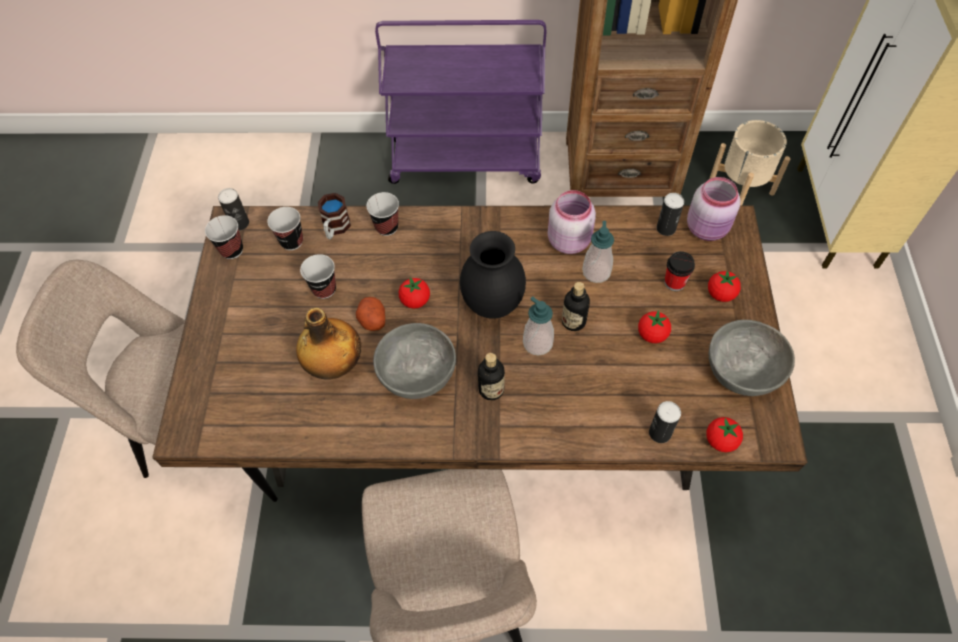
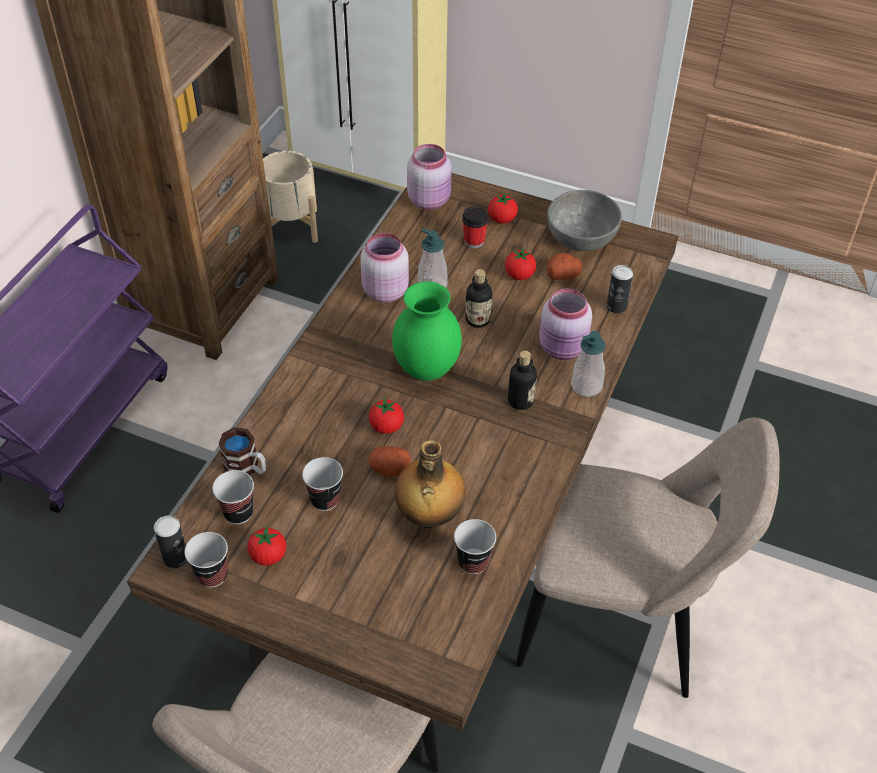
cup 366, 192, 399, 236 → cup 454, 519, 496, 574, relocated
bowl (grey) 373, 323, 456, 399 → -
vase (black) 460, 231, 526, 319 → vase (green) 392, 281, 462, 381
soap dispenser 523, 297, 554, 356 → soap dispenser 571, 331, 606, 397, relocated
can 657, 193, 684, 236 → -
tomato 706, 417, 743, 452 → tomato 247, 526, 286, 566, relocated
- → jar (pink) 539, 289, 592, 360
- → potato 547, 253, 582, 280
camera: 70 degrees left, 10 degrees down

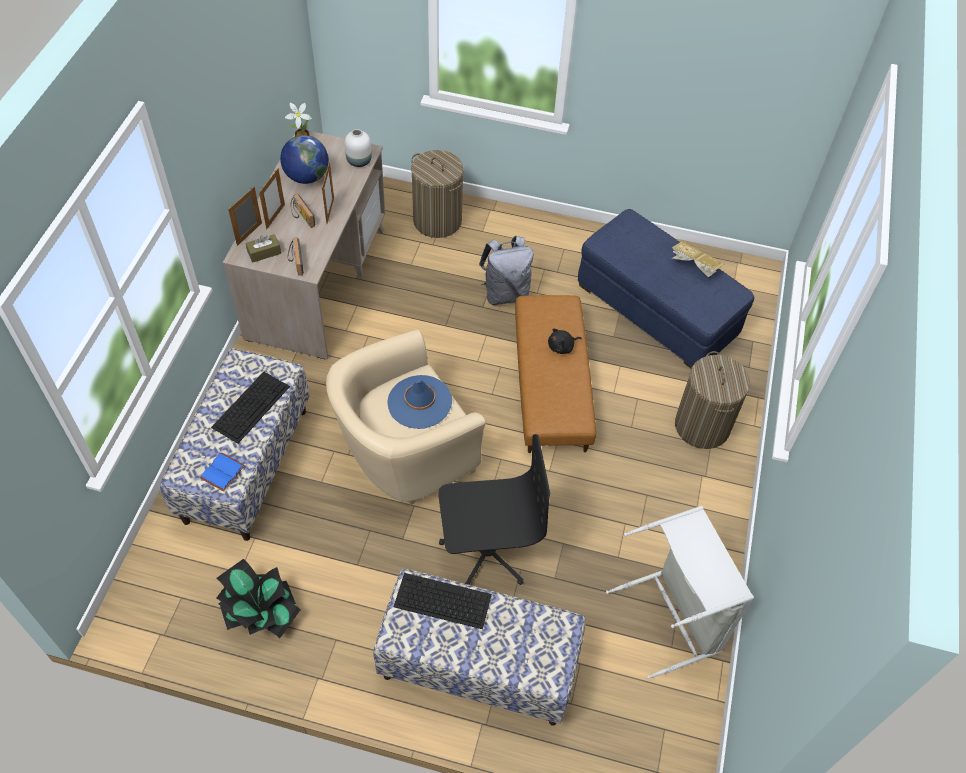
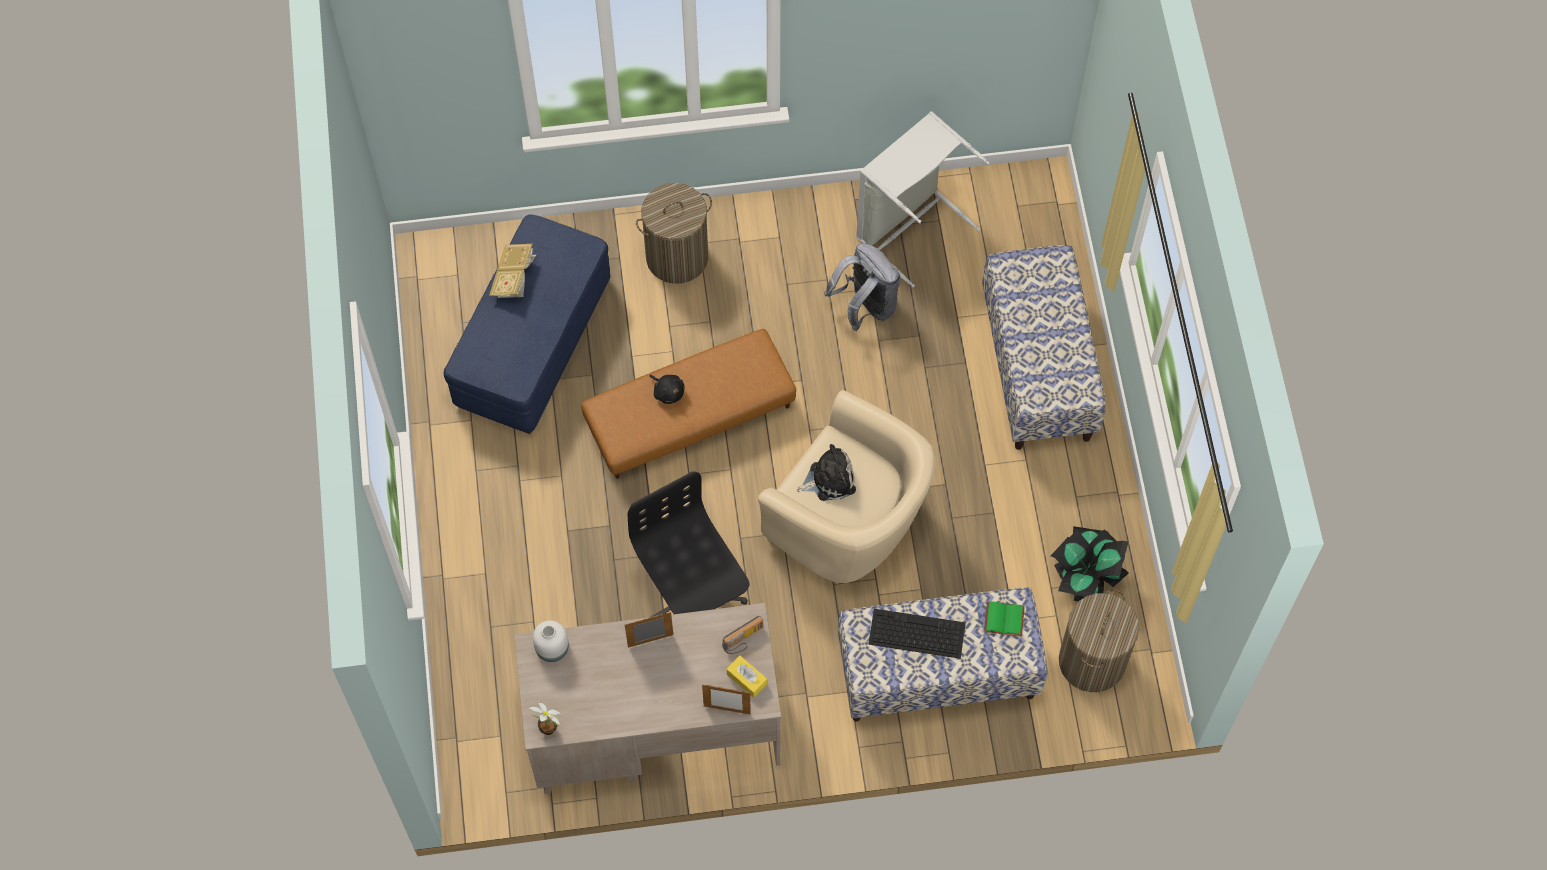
book (blue) 200, 453, 245, 491 → book (green) 984, 601, 1025, 637
tissue box (brown) 246, 234, 281, 263 → tissue box (yellow) 727, 655, 767, 698
picture frame 259, 168, 285, 229 → -
globe 280, 135, 329, 184 → -
radio 291, 194, 315, 228 → -
hat (blue) 387, 375, 452, 429 → plush toy 797, 444, 856, 501
keyboard 394, 573, 492, 629 → -
laundry basket 411, 150, 463, 238 → laundry basket 1059, 589, 1139, 692, relocated
office chair (black) 438, 434, 550, 585 → office chair (black) 628, 471, 750, 617, relocated
backpack (grey) 479, 236, 533, 305 → backpack (grey) 824, 243, 900, 331, relocated
camera: 110 degrees left, 10 degrees up

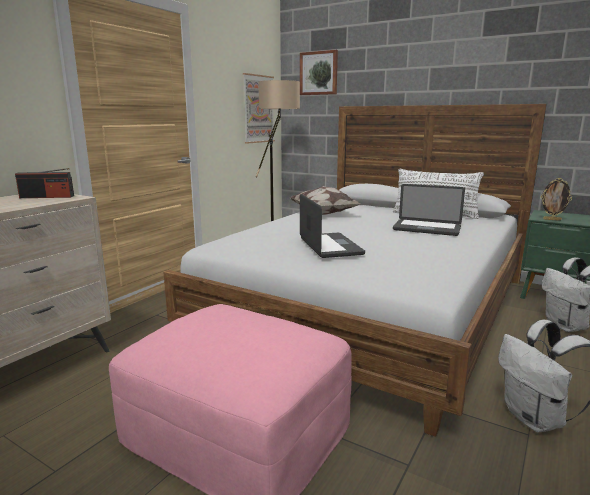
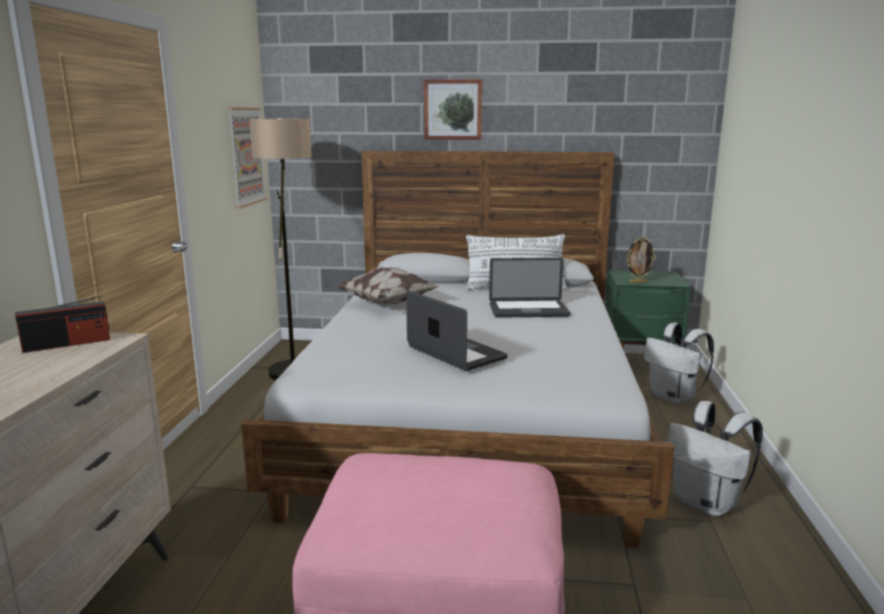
picture 300, 50, 338, 95 → picture 424, 79, 482, 140, relocated
camera: 25 degrees left, 0 degrees up

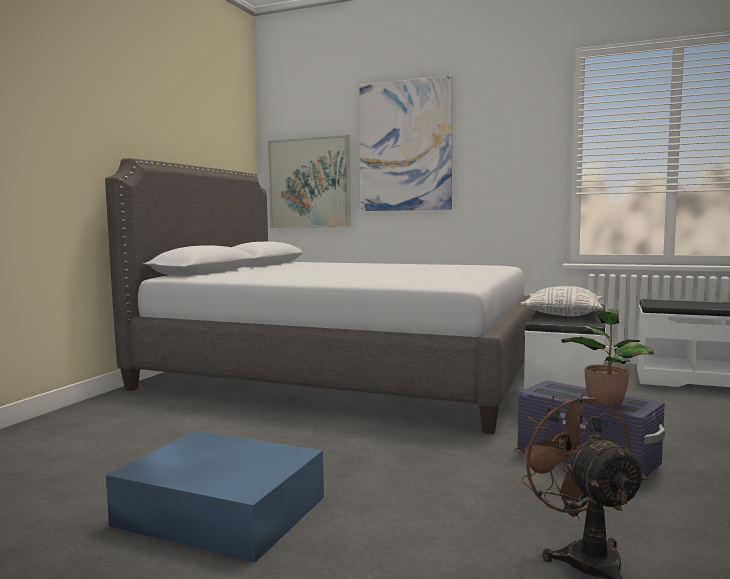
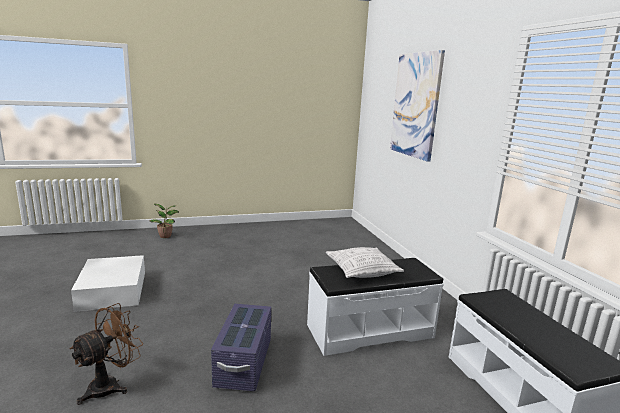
bed (grey) 105, 158, 536, 434 → -
storage box (blue) 106, 431, 324, 563 → storage box (white) 71, 255, 145, 312
picture 268, 135, 351, 228 → -
potted plant 561, 309, 654, 407 → potted plant 150, 204, 179, 238, relocated
camera: 50 degrees right, 10 degrees up

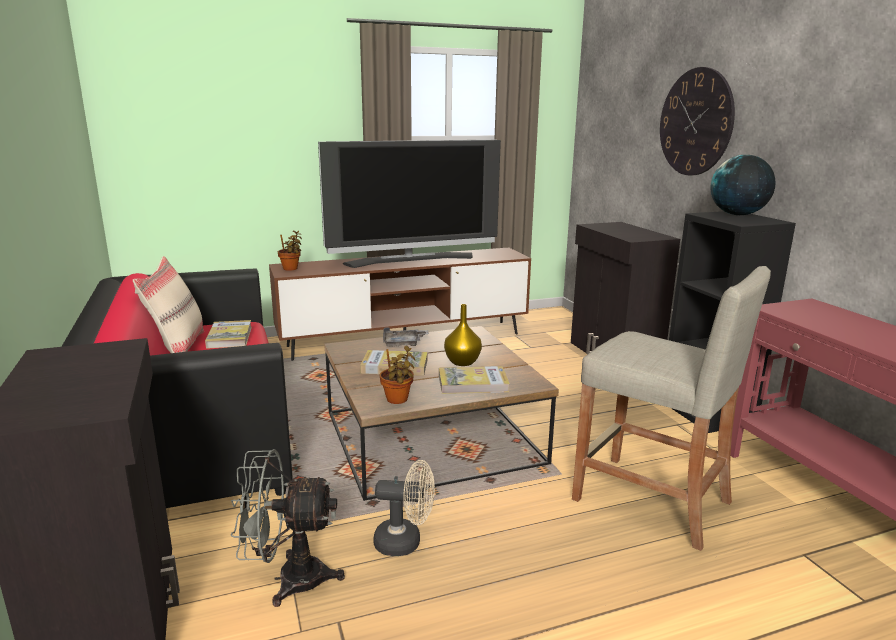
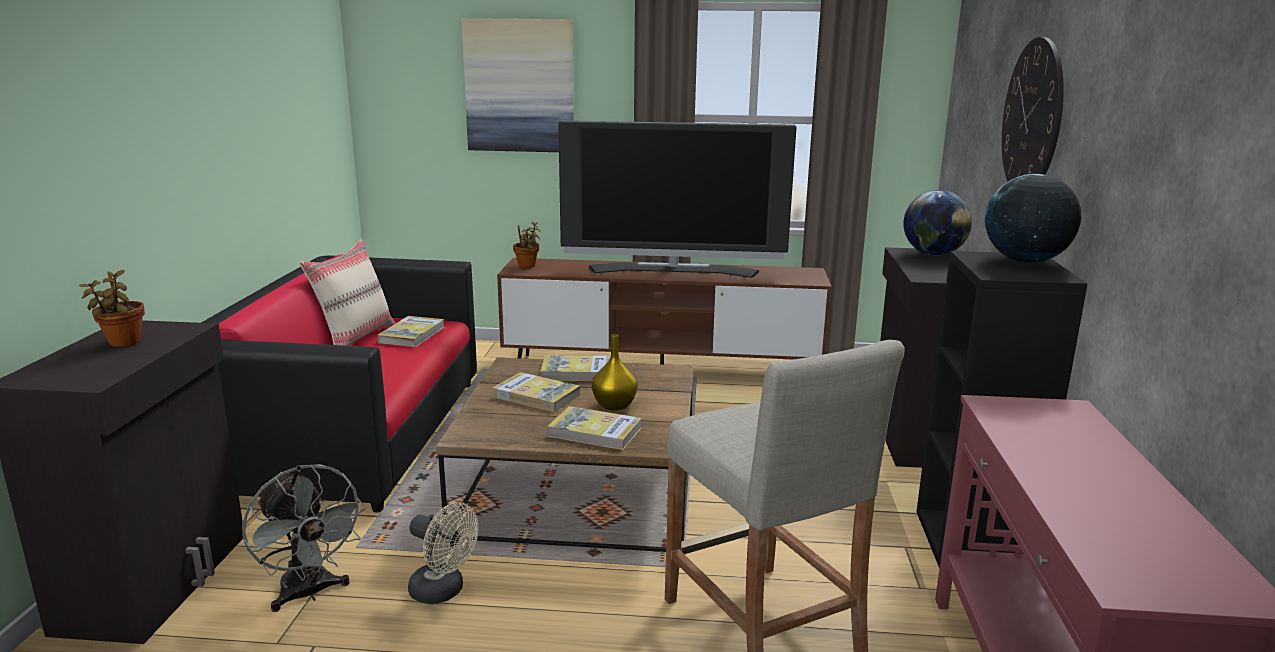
fan (grey) 231, 449, 345, 607 → fan (grey) 242, 464, 366, 612, 150 degrees counterclockwise
potted plant 380, 346, 415, 404 → potted plant 79, 270, 145, 347, relocated
tray (grey) 383, 327, 429, 347 → book 540, 355, 611, 381
- → picture 461, 18, 574, 152
- → globe 903, 190, 972, 255
camera: 25 degrees right, 0 degrees up

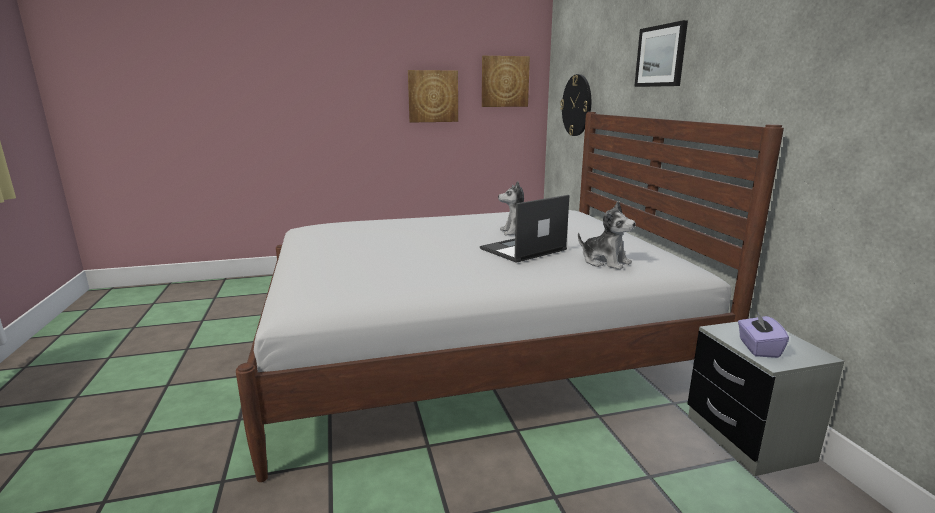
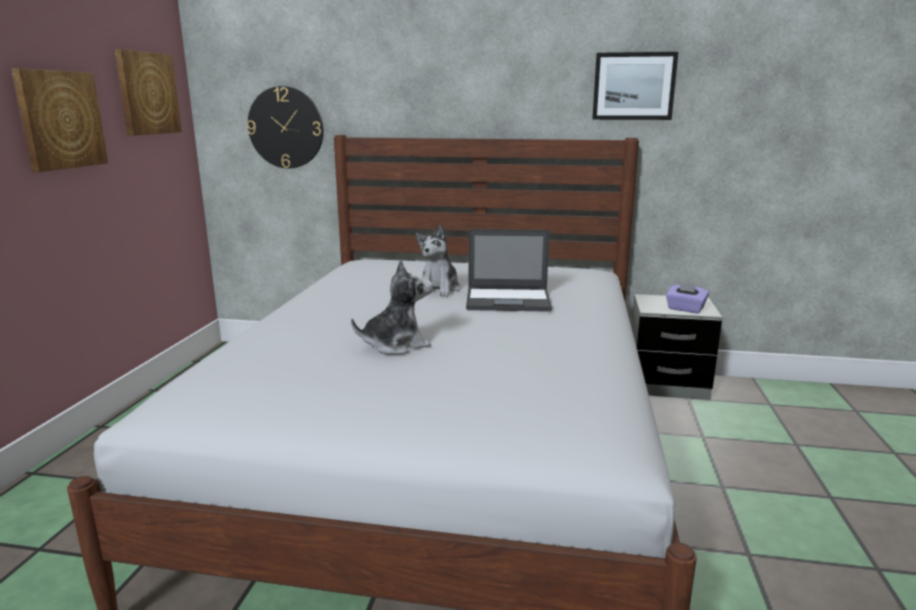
laptop 480, 195, 570, 263 → laptop 466, 229, 552, 312, 75 degrees counterclockwise
plush toy 578, 201, 636, 270 → plush toy 351, 260, 433, 355, relocated
picture 634, 20, 688, 87 → picture 592, 52, 678, 120, relocated
camera: 65 degrees left, 0 degrees up

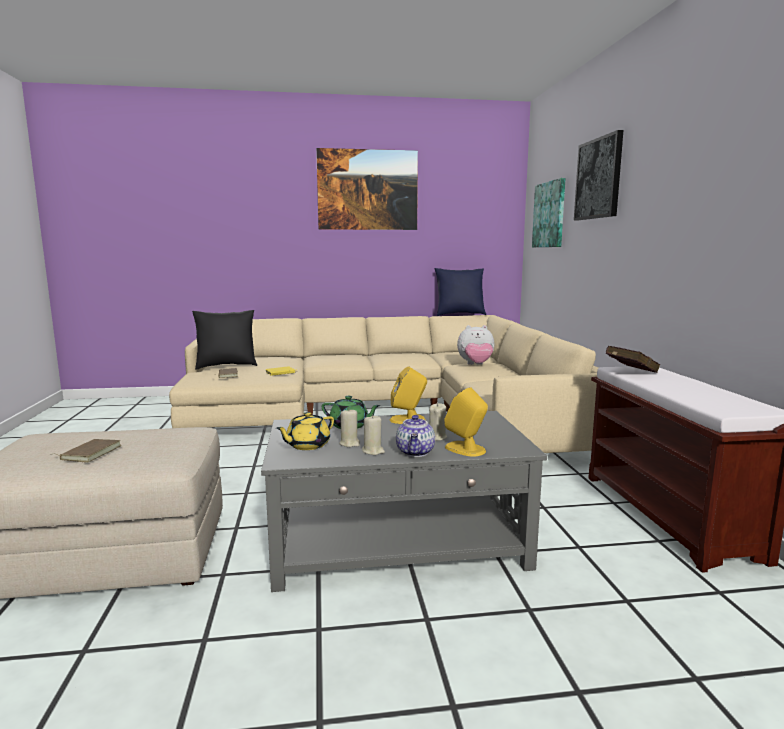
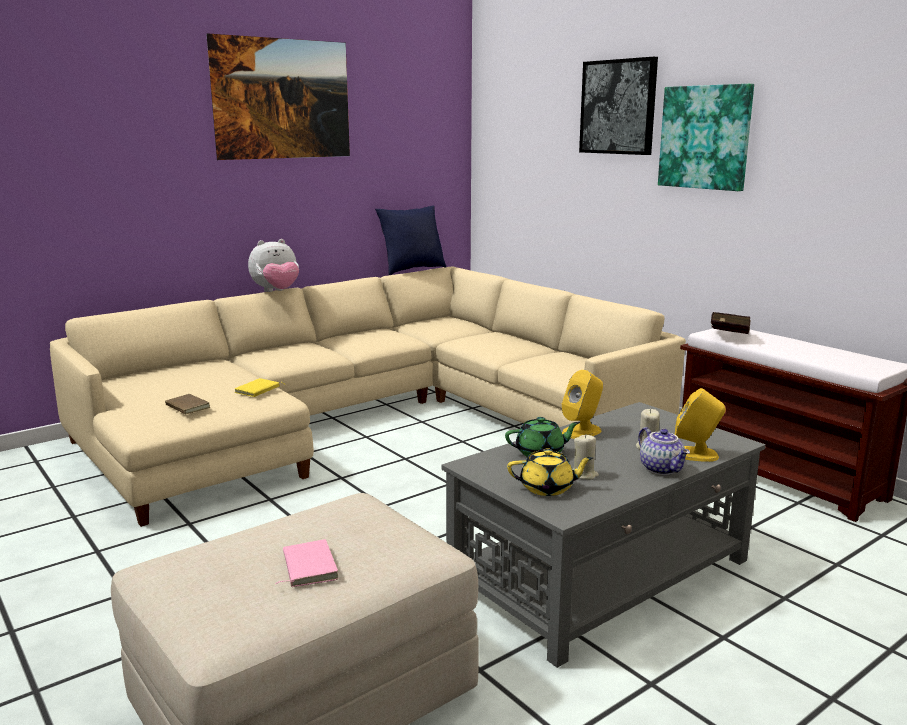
book (brown) 51, 439, 121, 463 → book (pink) 275, 539, 338, 587
pillow (black) 192, 310, 257, 370 → -
teapot (yellow) 276, 412, 334, 450 → teapot (yellow) 507, 448, 593, 496, 105 degrees counterclockwise
candle (beige) 362, 414, 385, 455 → -
plush toy 457, 325, 494, 365 → plush toy 248, 239, 299, 292, relocated
picture 532, 178, 565, 247 → picture 658, 84, 754, 191, relocated
camera: 30 degrees left, 5 degrees up

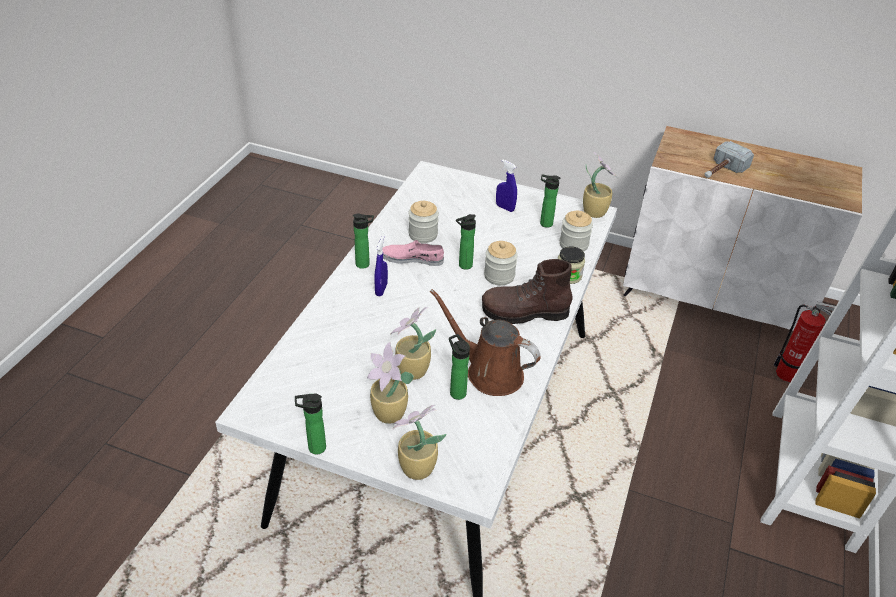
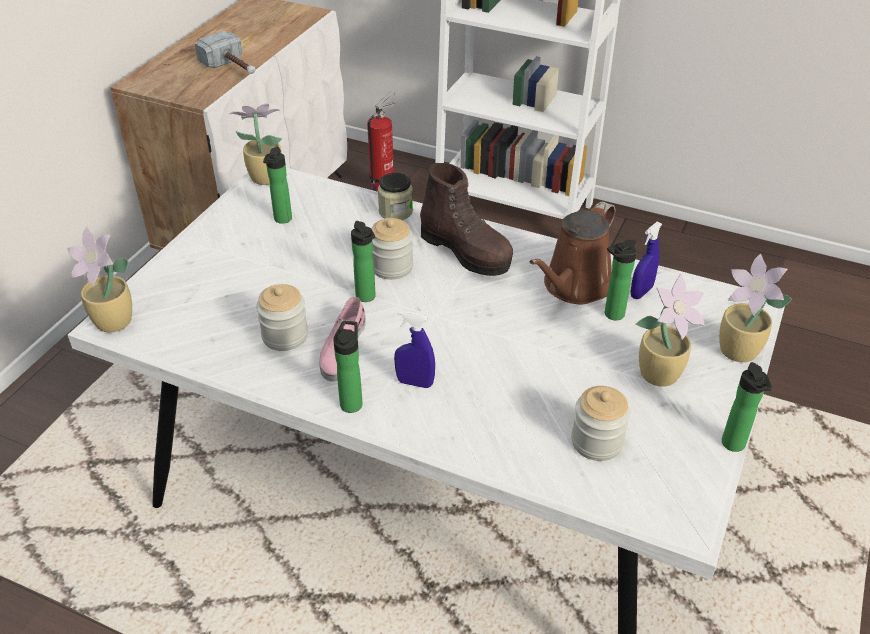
potted plant 391, 307, 436, 380 → potted plant 67, 227, 132, 332, relocated
boot (brown) 482, 259, 572, 324 → boot (brown) 420, 163, 513, 276, 45 degrees counterclockwise
spray bottle (blue) 496, 159, 517, 212 → spray bottle (blue) 630, 222, 662, 299, relocated
jar 560, 211, 593, 252 → jar 571, 386, 630, 461, relocated
camera: 85 degrees left, 0 degrees up

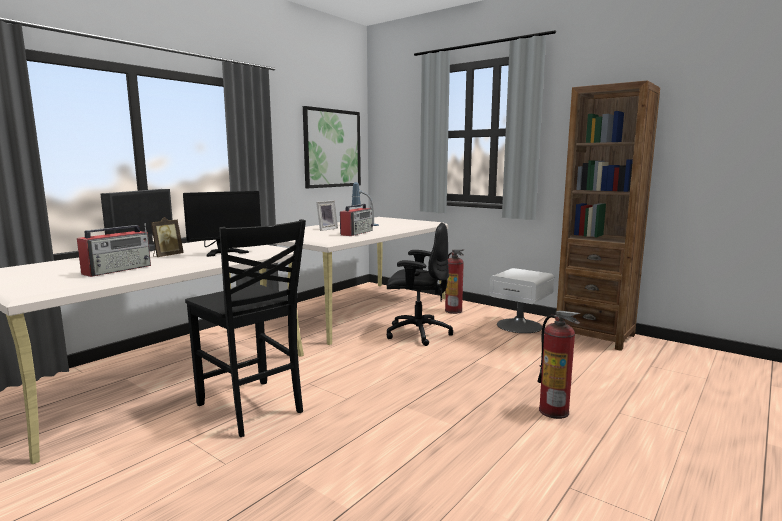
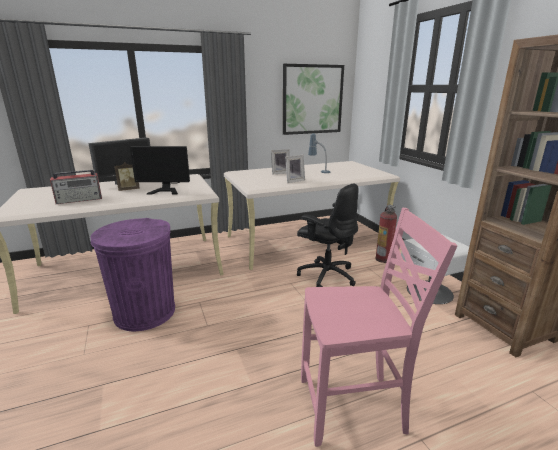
chair (black) 185, 219, 306, 437 → trash can (purple) 91, 218, 175, 331
radio 340, 203, 373, 236 → picture frame 285, 155, 305, 183
fire extinguisher 537, 310, 580, 419 → chair (pink) 301, 208, 457, 447
camera: 30 degrees right, 10 degrees up

